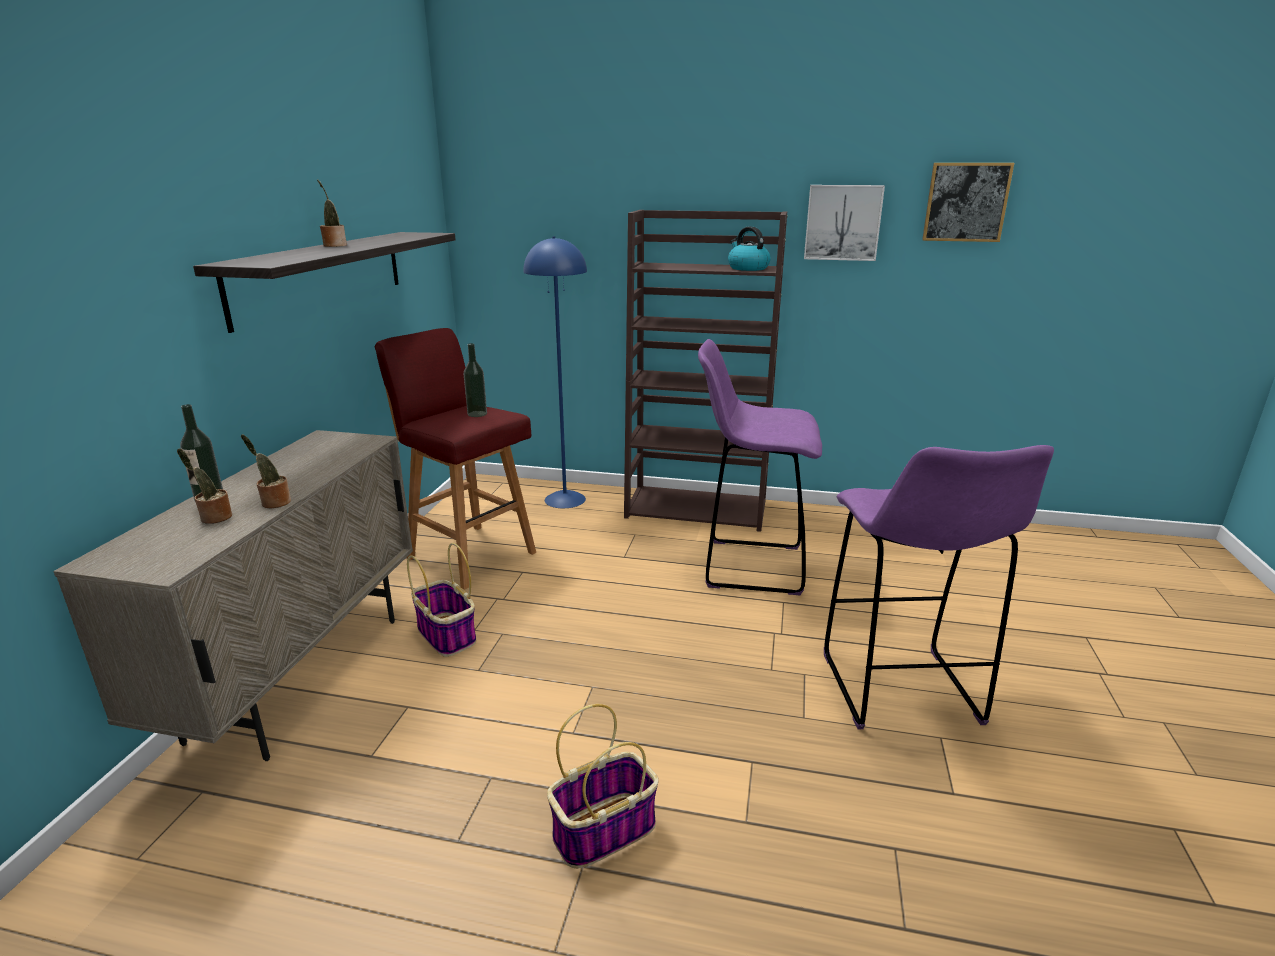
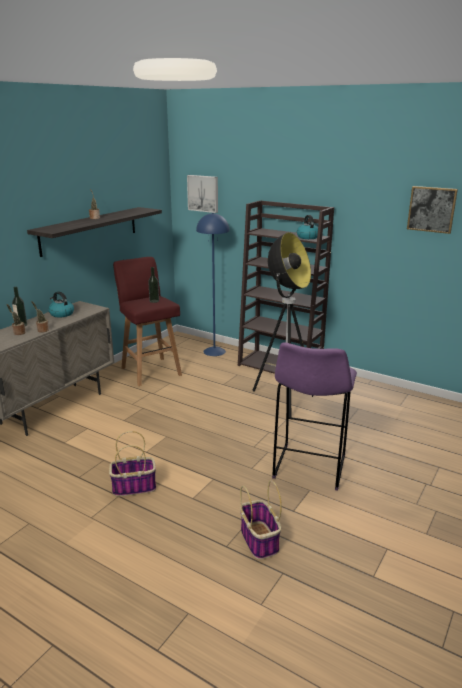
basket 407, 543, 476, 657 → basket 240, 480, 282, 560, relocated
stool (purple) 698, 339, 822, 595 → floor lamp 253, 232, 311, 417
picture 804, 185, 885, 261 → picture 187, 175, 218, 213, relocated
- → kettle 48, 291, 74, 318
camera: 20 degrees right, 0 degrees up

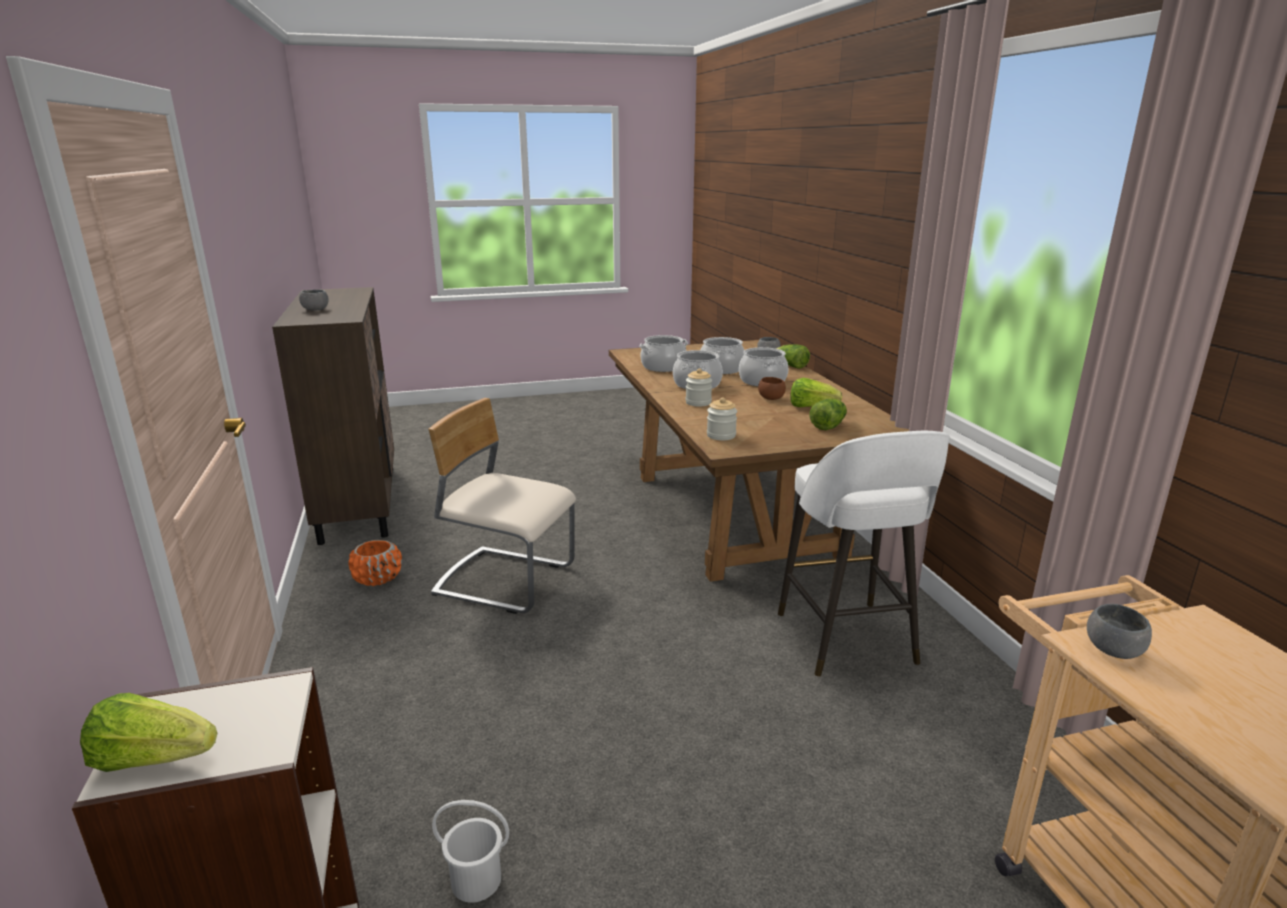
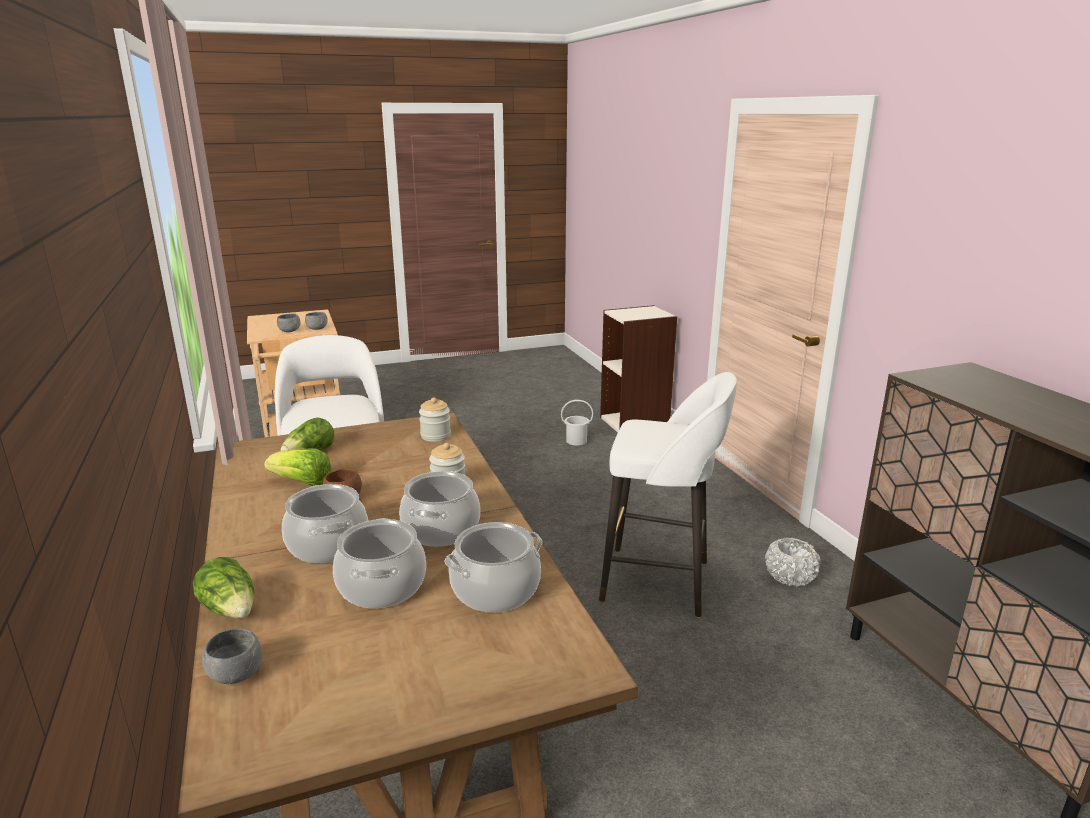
lettuce 80, 693, 217, 772 → -
bowl (grey) 299, 290, 329, 311 → bowl (grey) 277, 314, 301, 332, relocated
planter (orange) 348, 540, 402, 586 → planter (white) 764, 538, 821, 587
chair (beige) 429, 398, 576, 614 → stool (white) 599, 372, 737, 617
camera: 175 degrees right, 0 degrees up

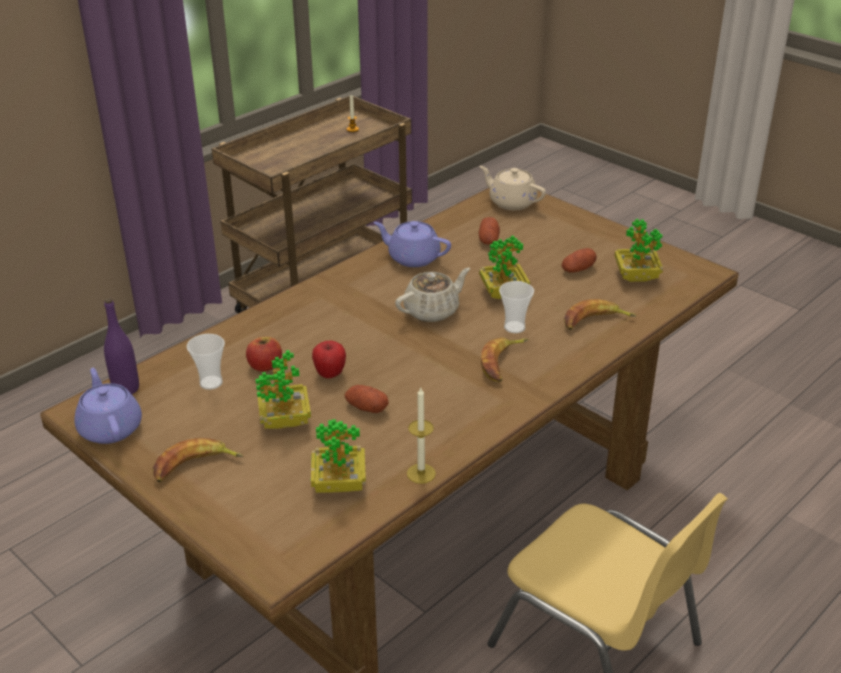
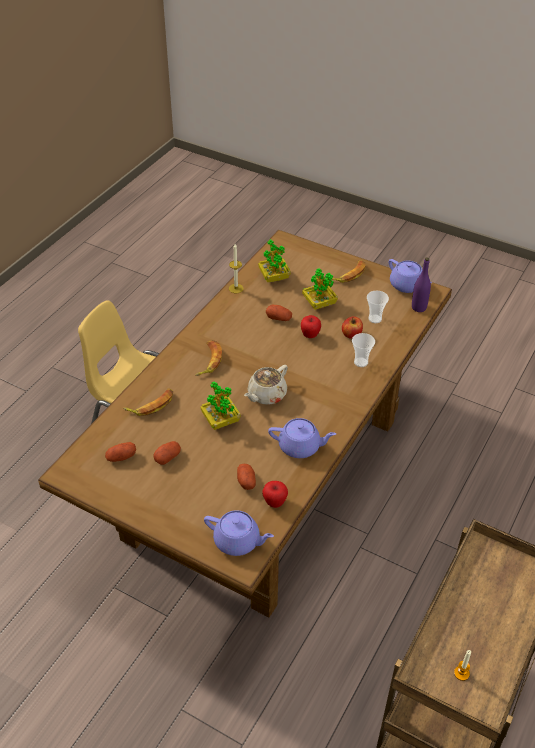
teapot (beige) 479, 166, 546, 210 → teapot (purple) 204, 510, 274, 556
cup 499, 281, 534, 333 → cup 352, 333, 375, 367, relocated
potted plant 614, 219, 663, 282 → potato 105, 442, 136, 462
- → apple 262, 481, 288, 508
camera: 165 degrees right, 10 degrees up

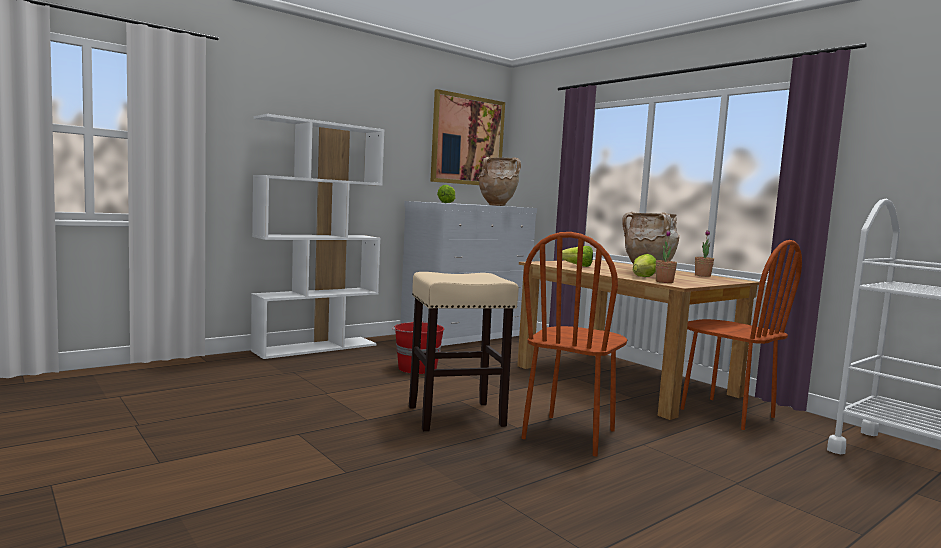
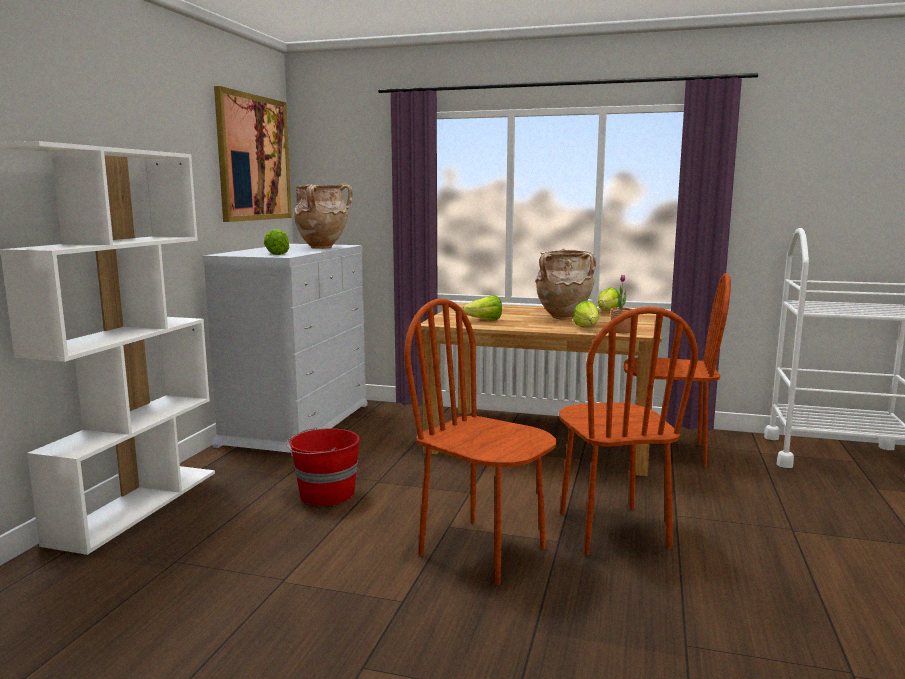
stool (beige) 409, 272, 519, 431 → chair (brown) 404, 299, 556, 585
potted plant 695, 230, 714, 277 → lettuce 598, 287, 621, 311
camera: 35 degrees left, 5 degrees up

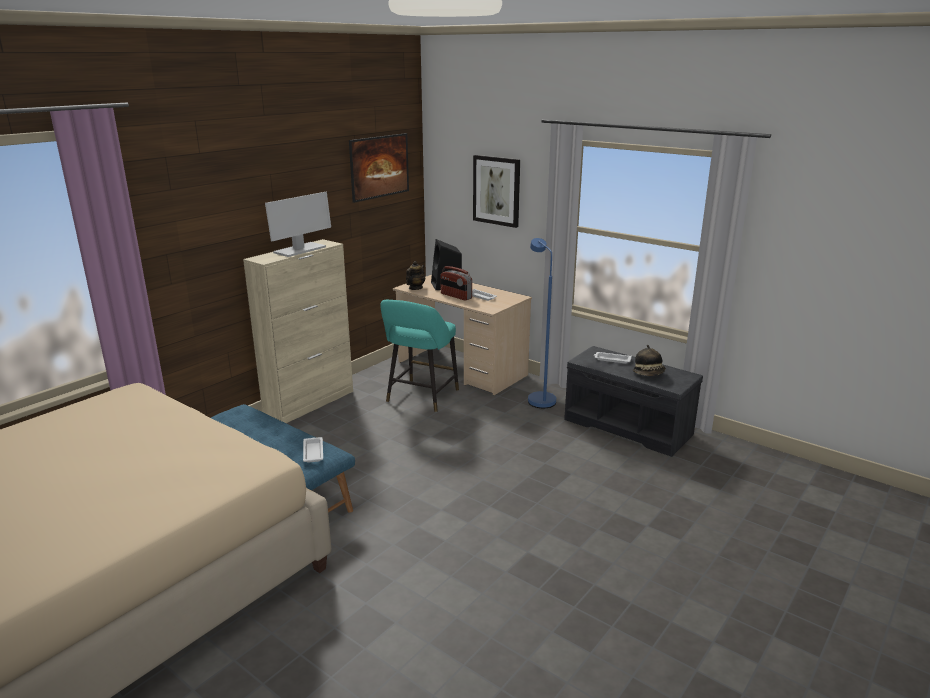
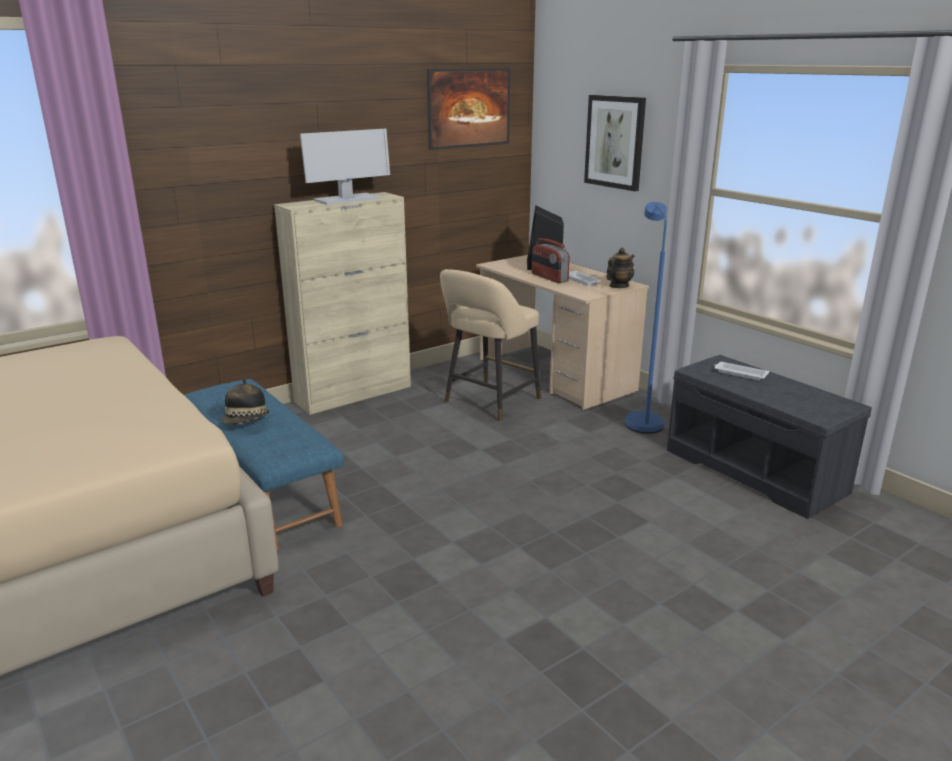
tray (white) 303, 437, 323, 463 → -
stool (turquoise) 380, 300, 459, 412 → stool (beige) 440, 269, 541, 421
teapot 406, 261, 425, 290 → teapot 606, 248, 635, 288, relocated
hat 633, 345, 666, 376 → hat 222, 379, 270, 425, relocated
camera: 15 degrees right, 0 degrees up

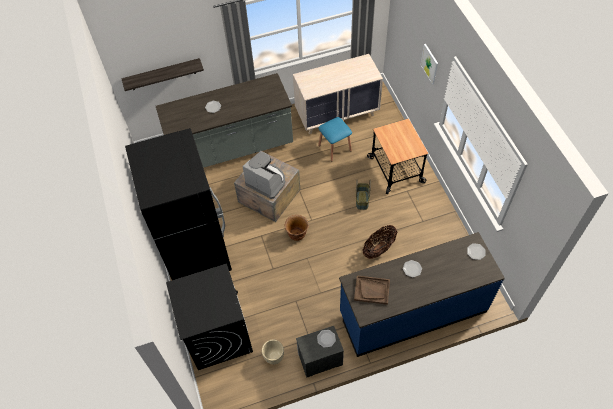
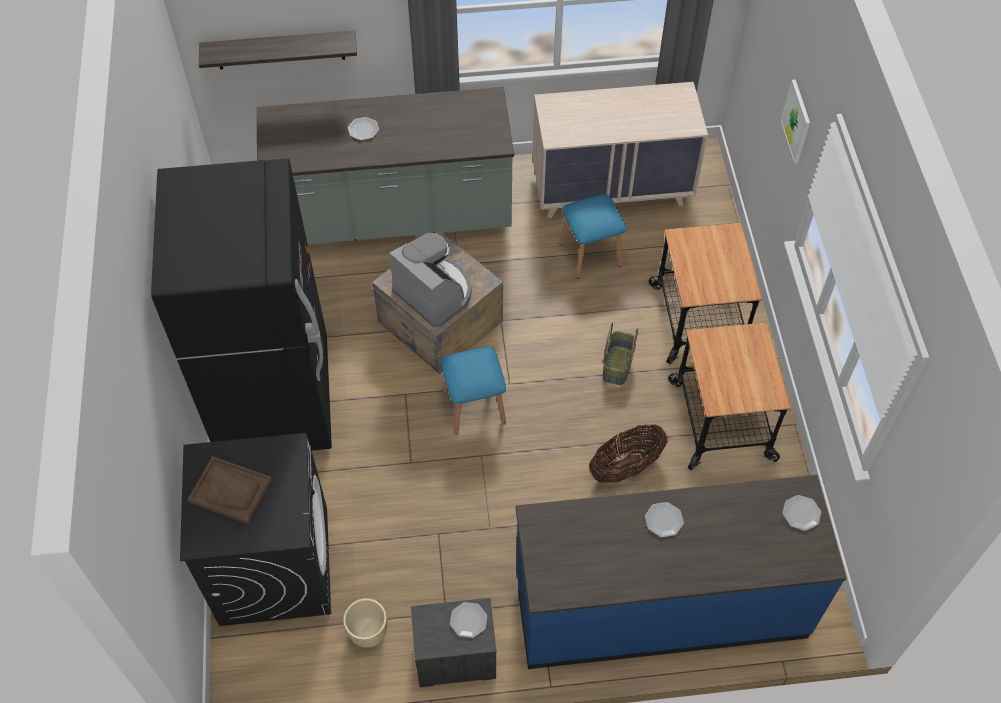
planter (brown) 285, 215, 309, 241 → stool (blue) 441, 347, 506, 435
tray (brown) 354, 275, 390, 305 → tray (brown) 187, 456, 272, 524, relocated
- → cart 668, 322, 791, 470
camera: 10 degrees right, 0 degrees up

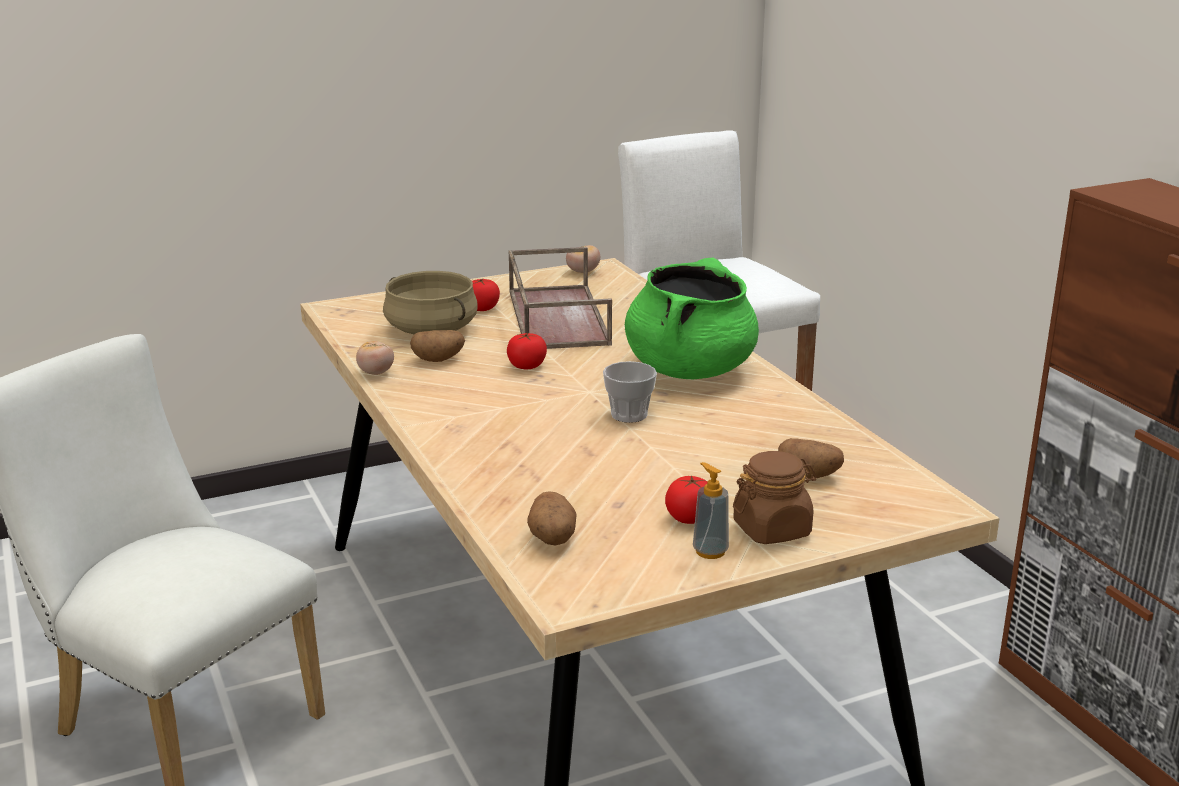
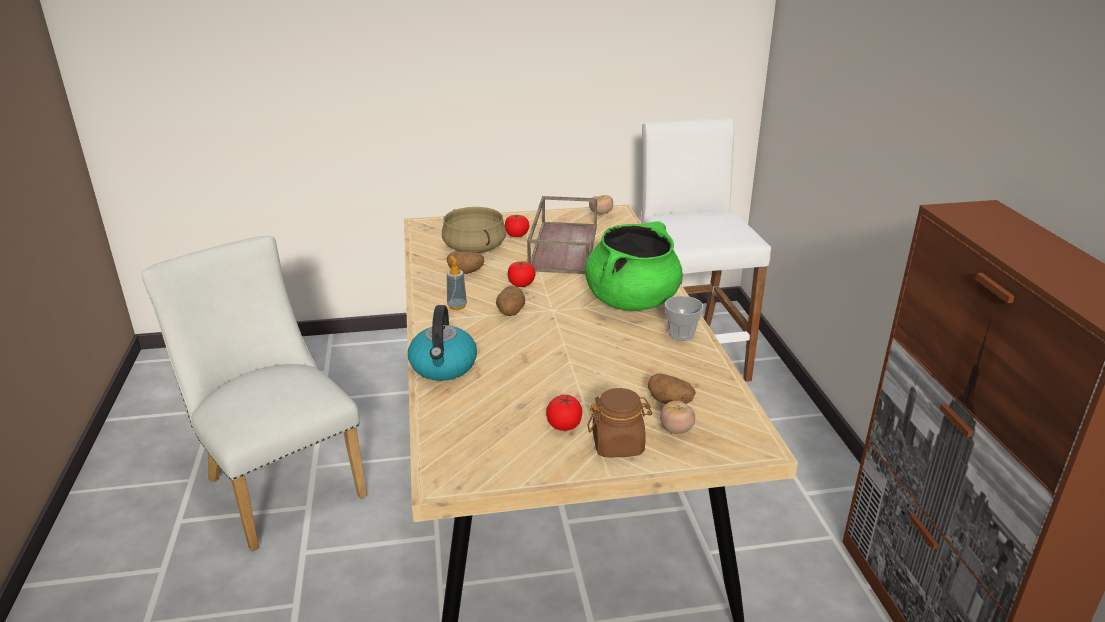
tomato 356, 341, 394, 375 → tomato 660, 401, 695, 434, relocated
potato 527, 491, 577, 546 → potato 496, 286, 525, 316, relocated
cup 603, 361, 657, 423 → cup 665, 296, 703, 341, relocated
soap dispenser 693, 462, 729, 559 → soap dispenser 447, 256, 467, 310, relocated
- → kettle 408, 305, 477, 381
camera: 15 degrees right, 5 degrees up

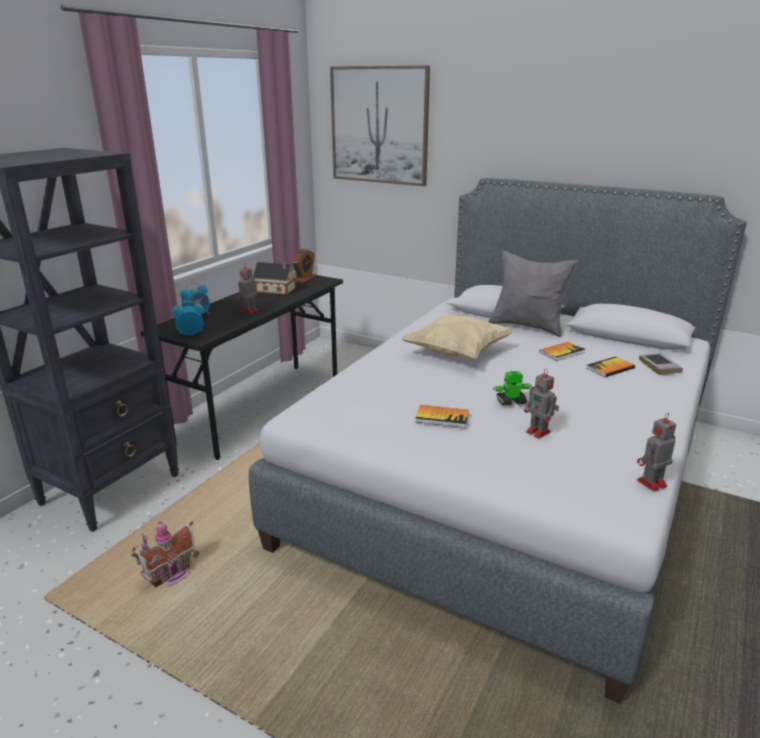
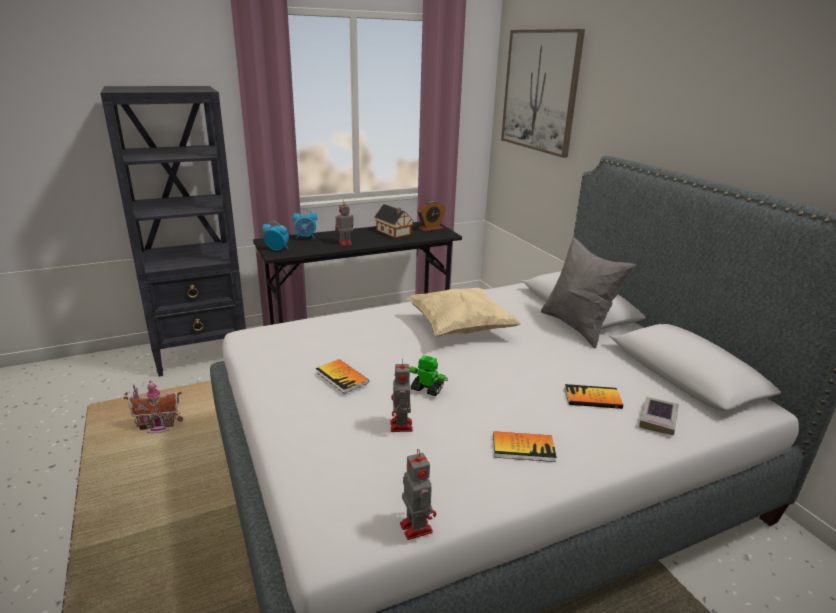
book 539, 342, 585, 361 → book 493, 431, 557, 462, relocated
toy robot 637, 413, 676, 492 → toy robot 400, 449, 436, 540, 60 degrees clockwise
camera: 35 degrees right, 0 degrees up

